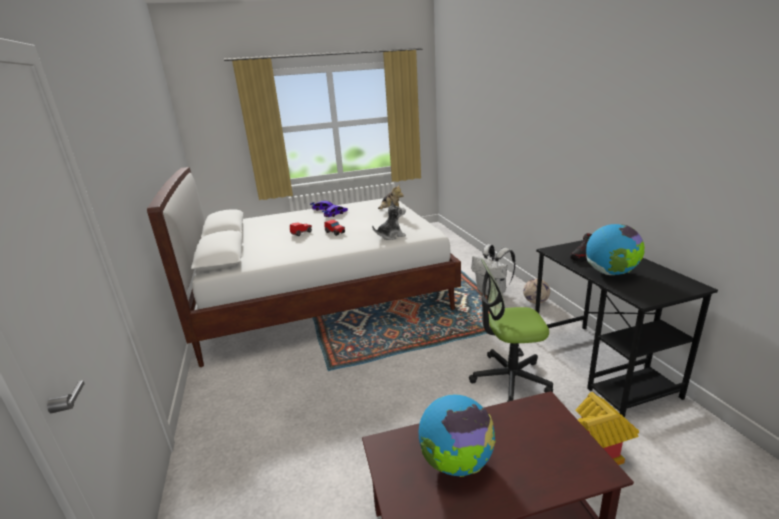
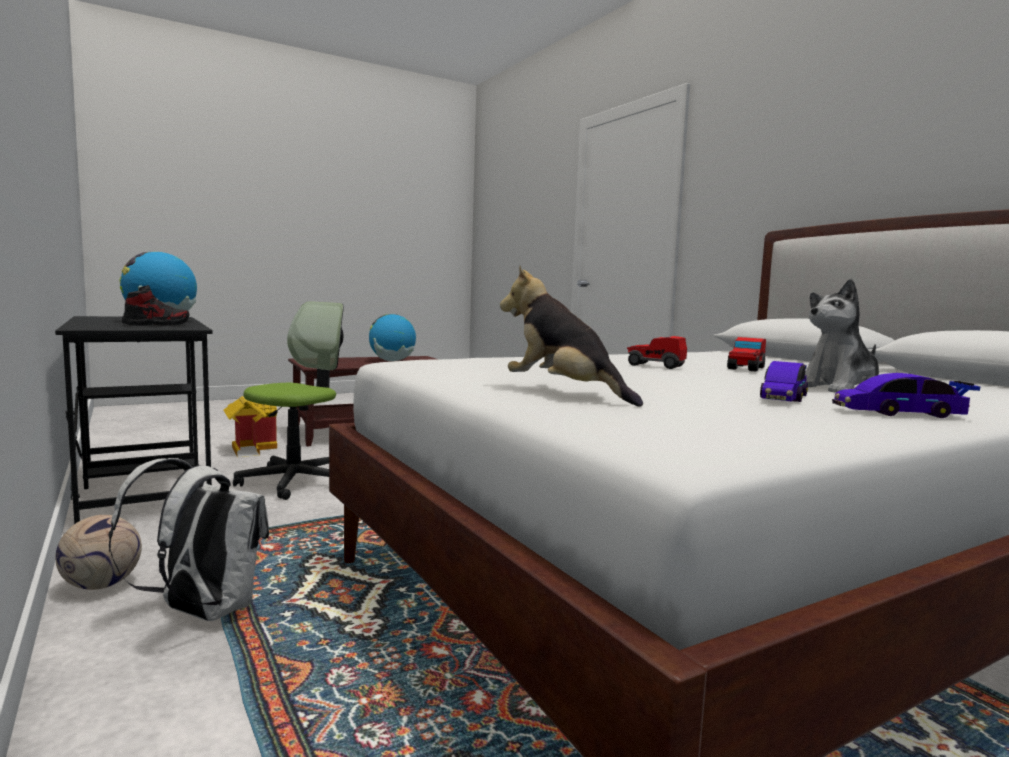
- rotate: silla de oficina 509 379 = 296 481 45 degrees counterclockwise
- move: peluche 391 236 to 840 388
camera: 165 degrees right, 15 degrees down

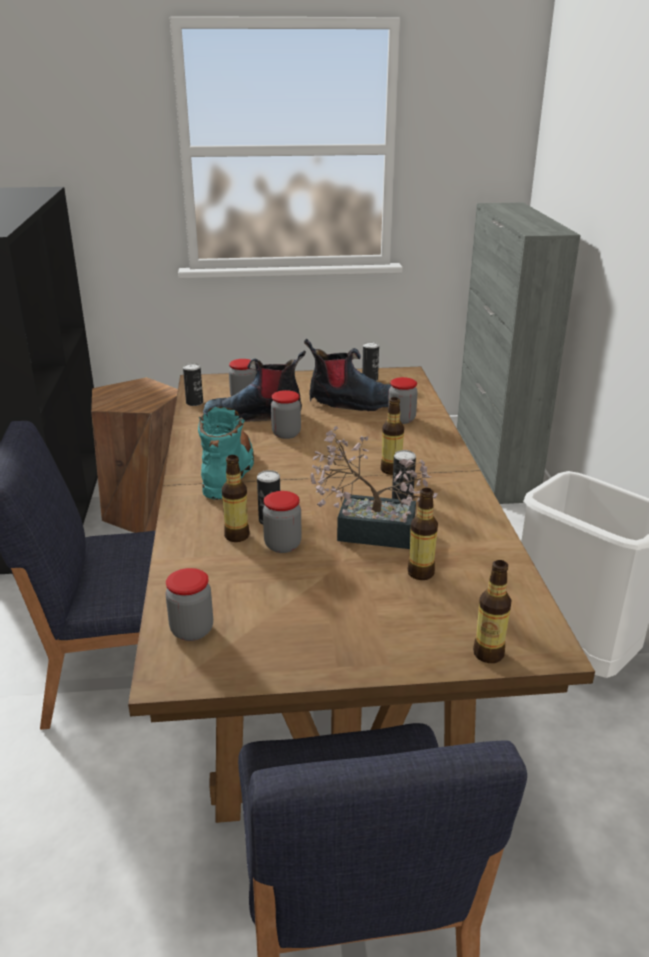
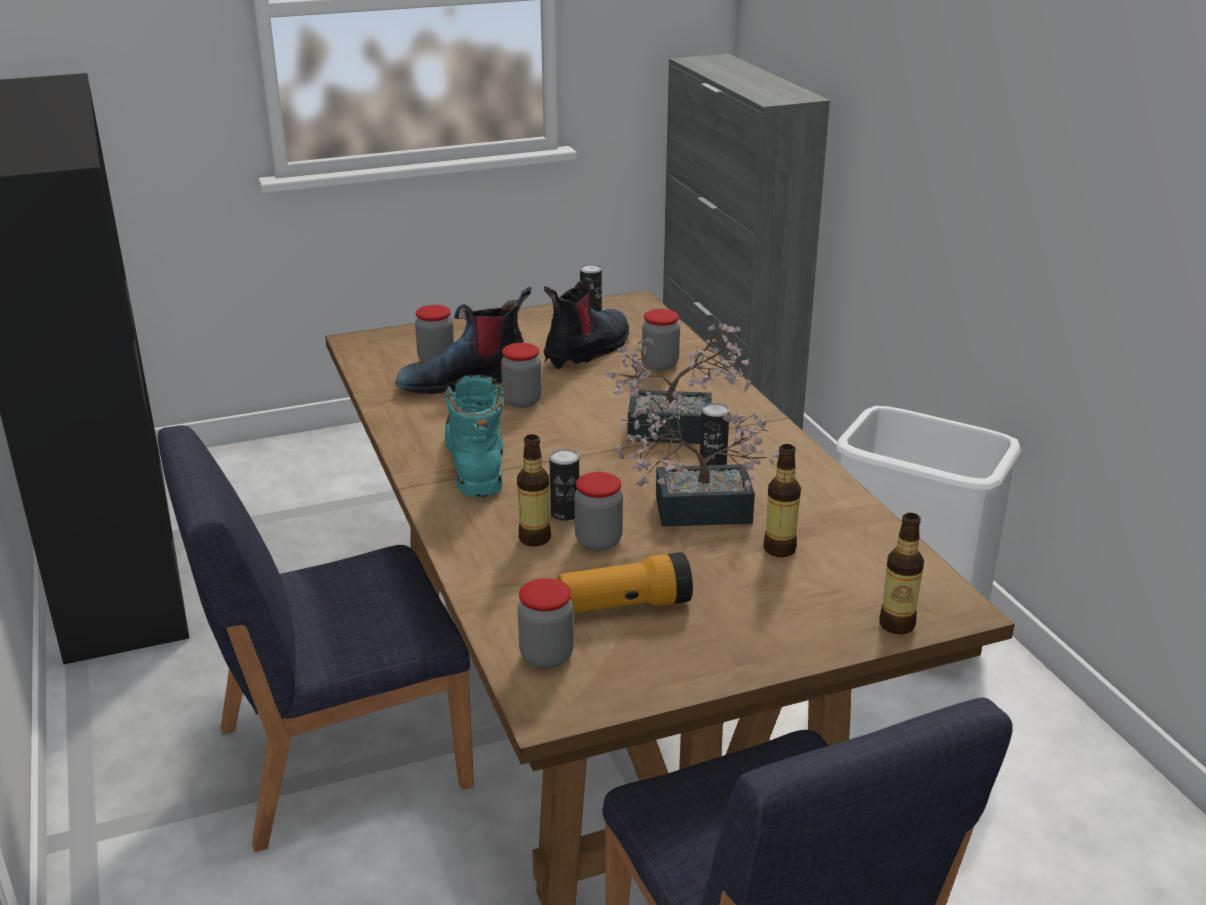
- rotate: bota 354 403 = 588 350 45 degrees counterclockwise
- insert: linterna 624 605
- replace: botella 391 470 to planta en maceta 681 431
- delete: taburete [marrón] 148 511
- delete: lata 194 403
camera: 15 degrees left, 0 degrees up

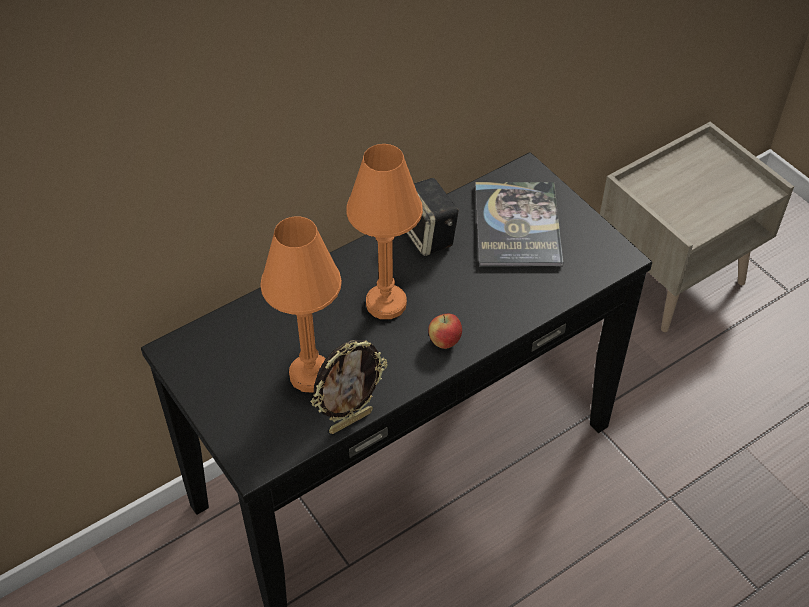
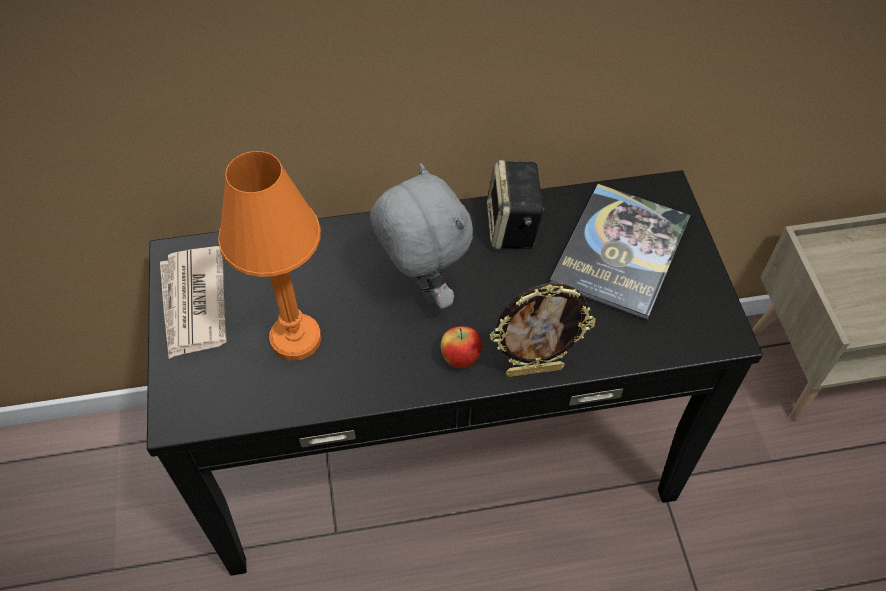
- insert: periódico 193 304
- replace: lámpara de mesa [naranja] 386 303 to peluche [gris] 422 288
- move: portarretratos 350 421 to 534 369
camera: 25 degrees right, 5 degrees up

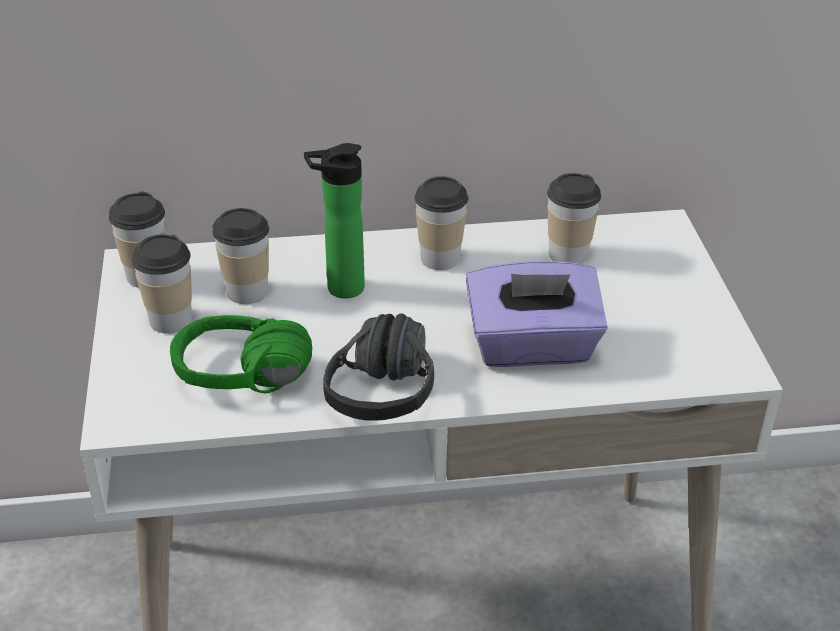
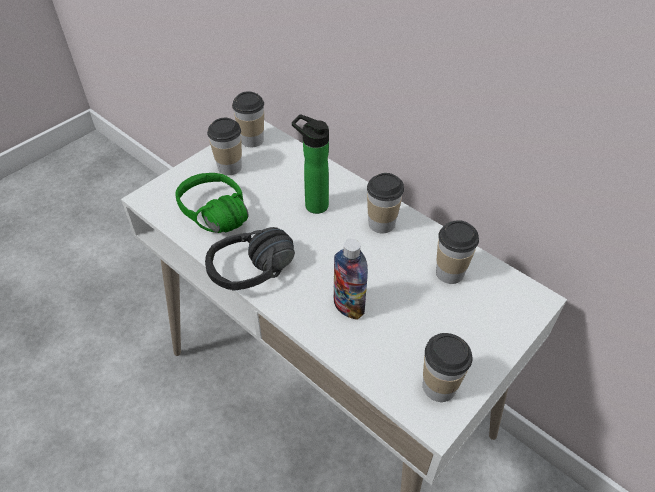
- replace: caja de pañuelos [morado] 532 347 to botella 348 307
- move: taza 247 291 to 439 386
camera: 50 degrees right, 10 degrees up

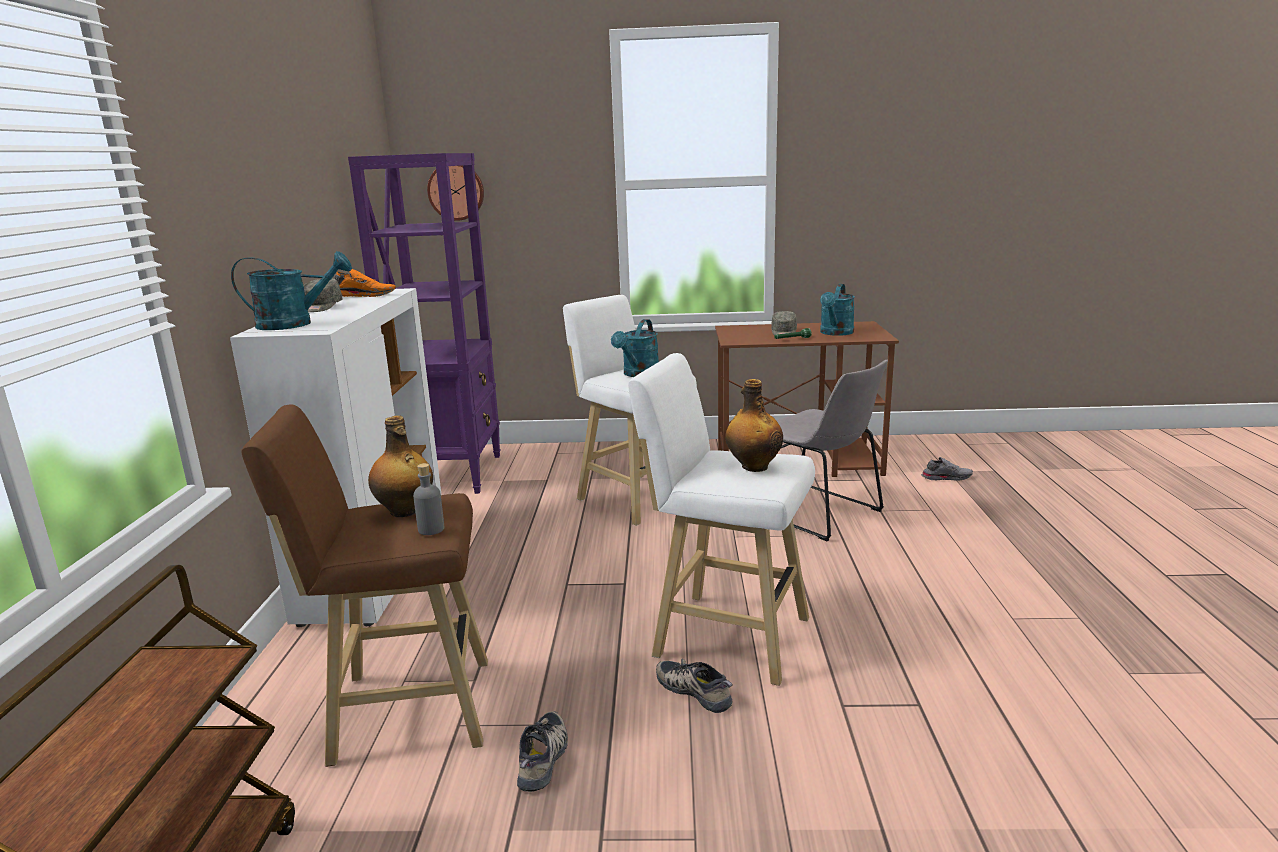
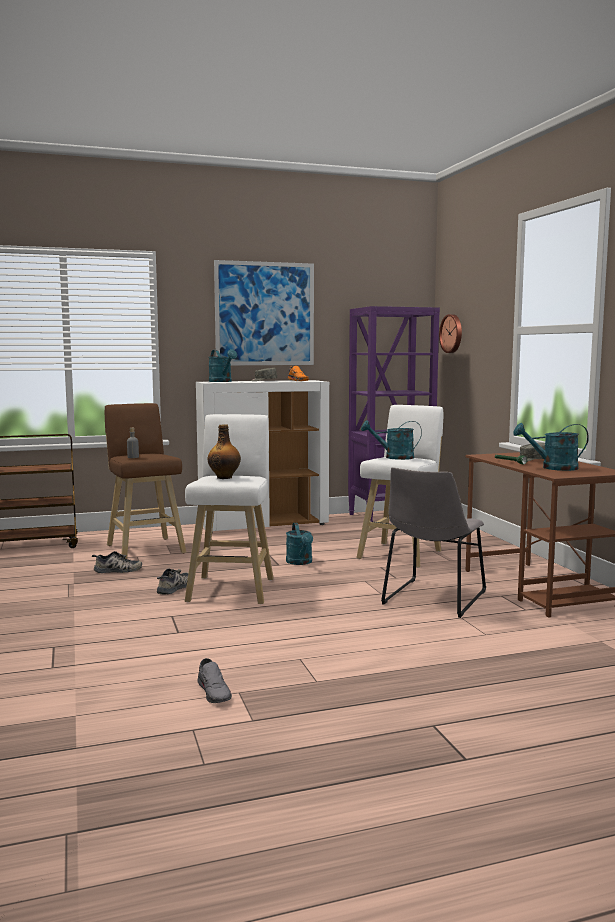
- move: zapato [gris] 946 477 to 215 692
- insert: cuadro 265 314
- insert: regadera [turquesa] 300 562
- delete: botella 405 511
camera: 70 degrees right, 10 degrees down

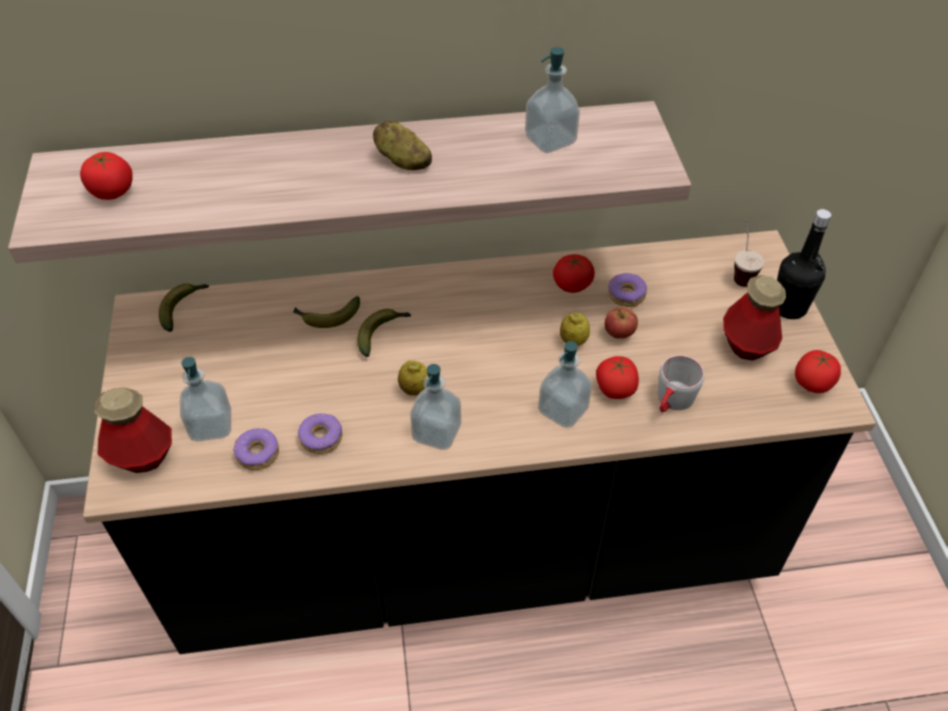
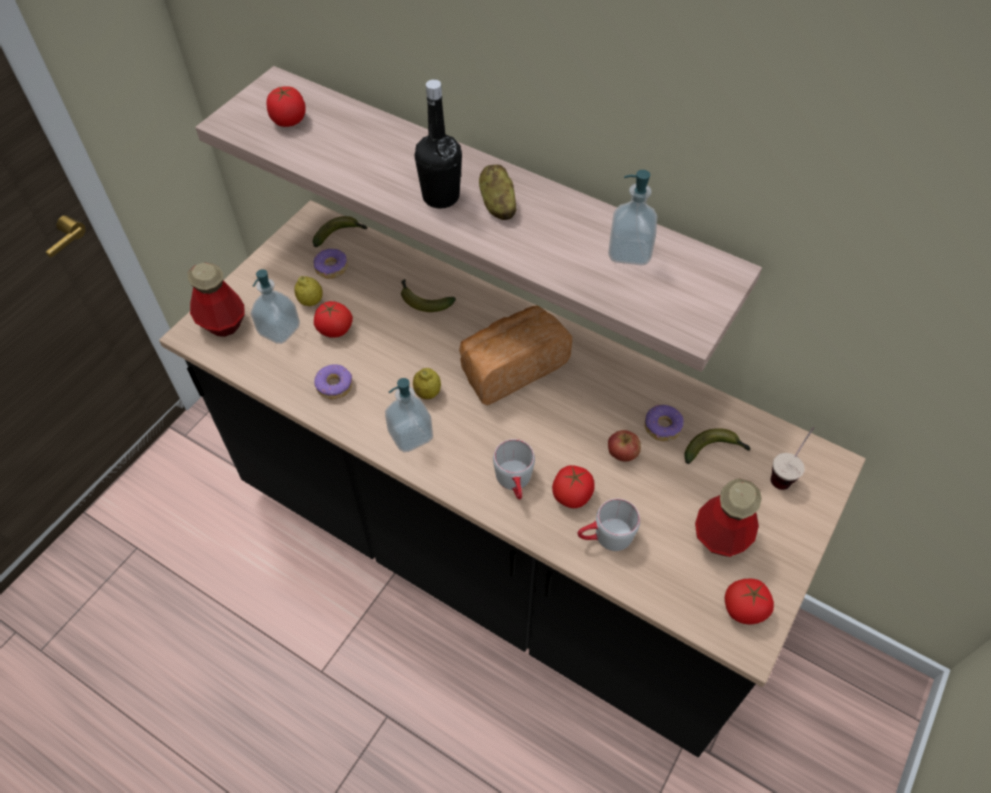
- move: limón 573 341 to 311 301
- move: rosquilla 258 454 to 331 268
- move: tomate 572 285 to 335 329
- move: botella [negro] 789 307 to 441 197
- insert: pan 511 367
- replace: dispensador de jabón 563 410 to taza grande [gris] 515 483
- move: plátano 382 333 to 715 450
camera: 40 degrees right, 5 degrees up

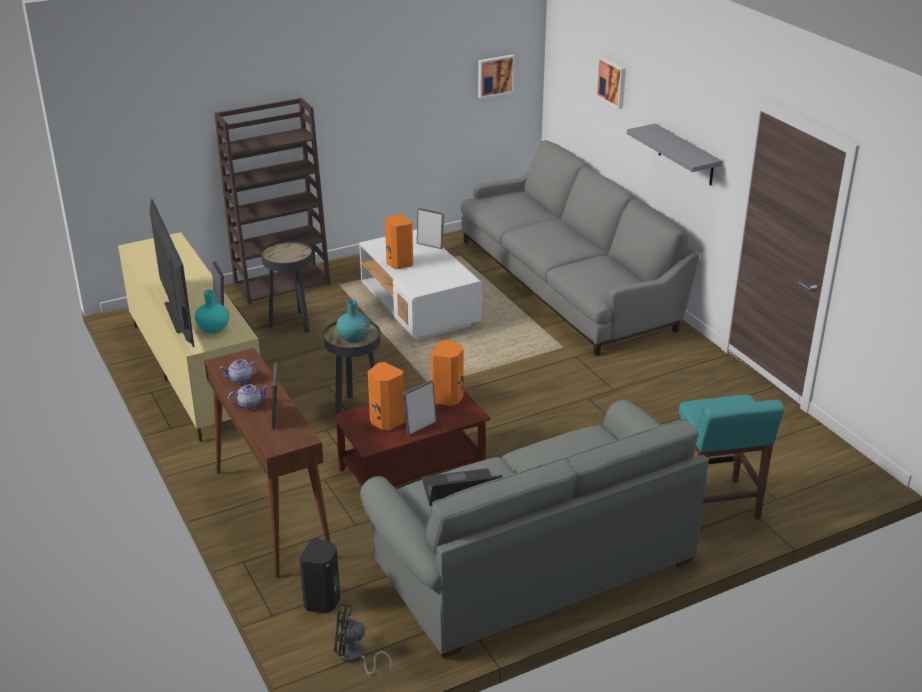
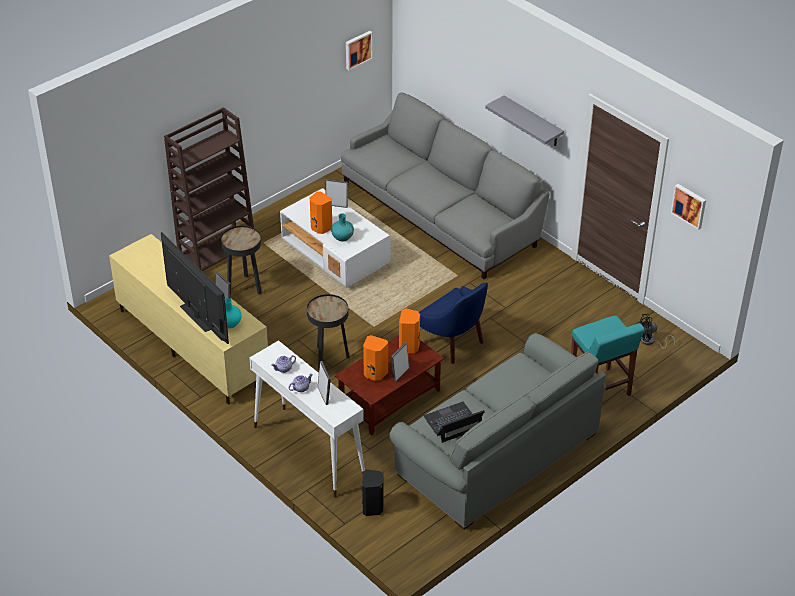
- recolor: mesa consola [marrón] 271 513 to mesa consola [blanco] 308 451
- move: florero [turquesa] 353 338 to 342 237
- insert: sillón [azul] 452 342
- move: ventilador [negro] 355 657 to 650 341
- move: cuadro 612 82 to 689 205
camera: 15 degrees left, 10 degrees up

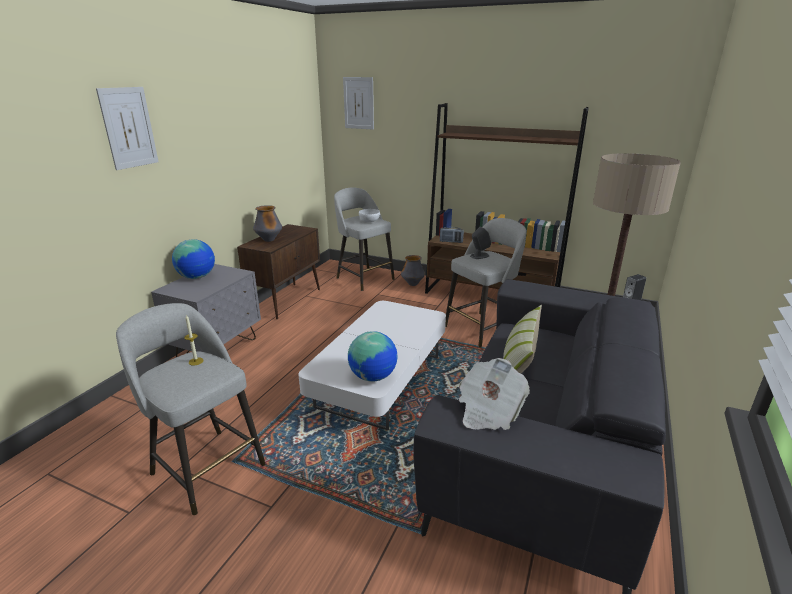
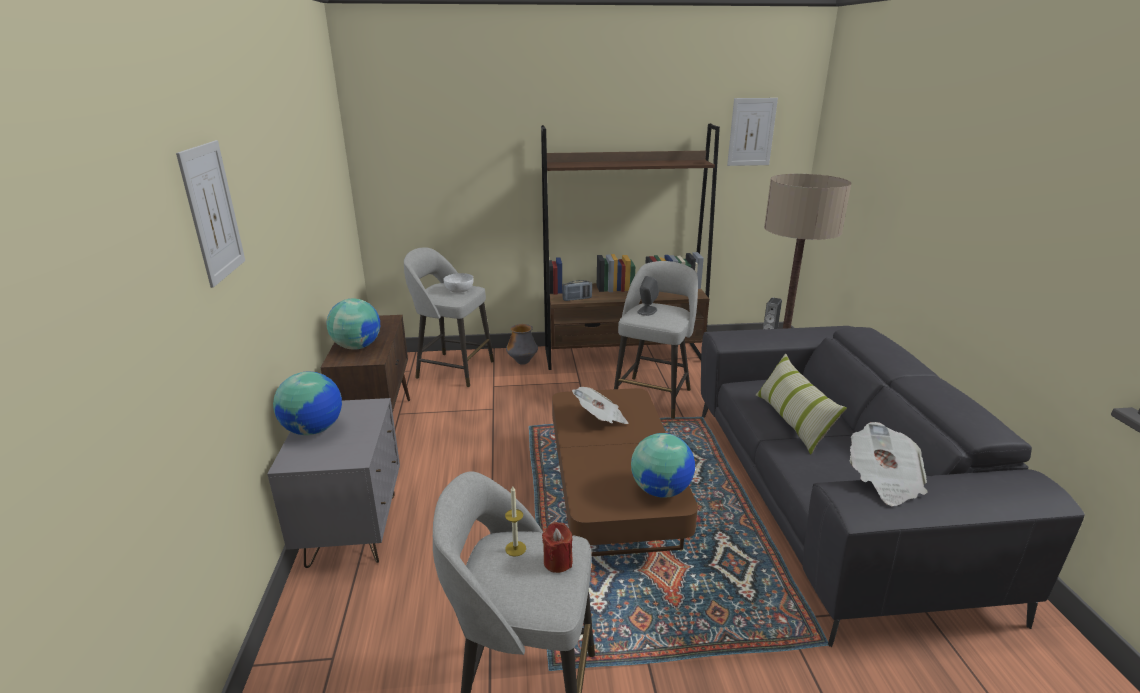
- replace: florero 269 240 to globo terráqueo 357 346
- insert: vela [rojo] 558 562
- recolor: mesa de centro [blanco] 380 381 to mesa de centro [marrón] 613 495
- insert: periódico 600 419
- move: cuadro 358 103 to 751 132
camera: 30 degrees left, 0 degrees up

